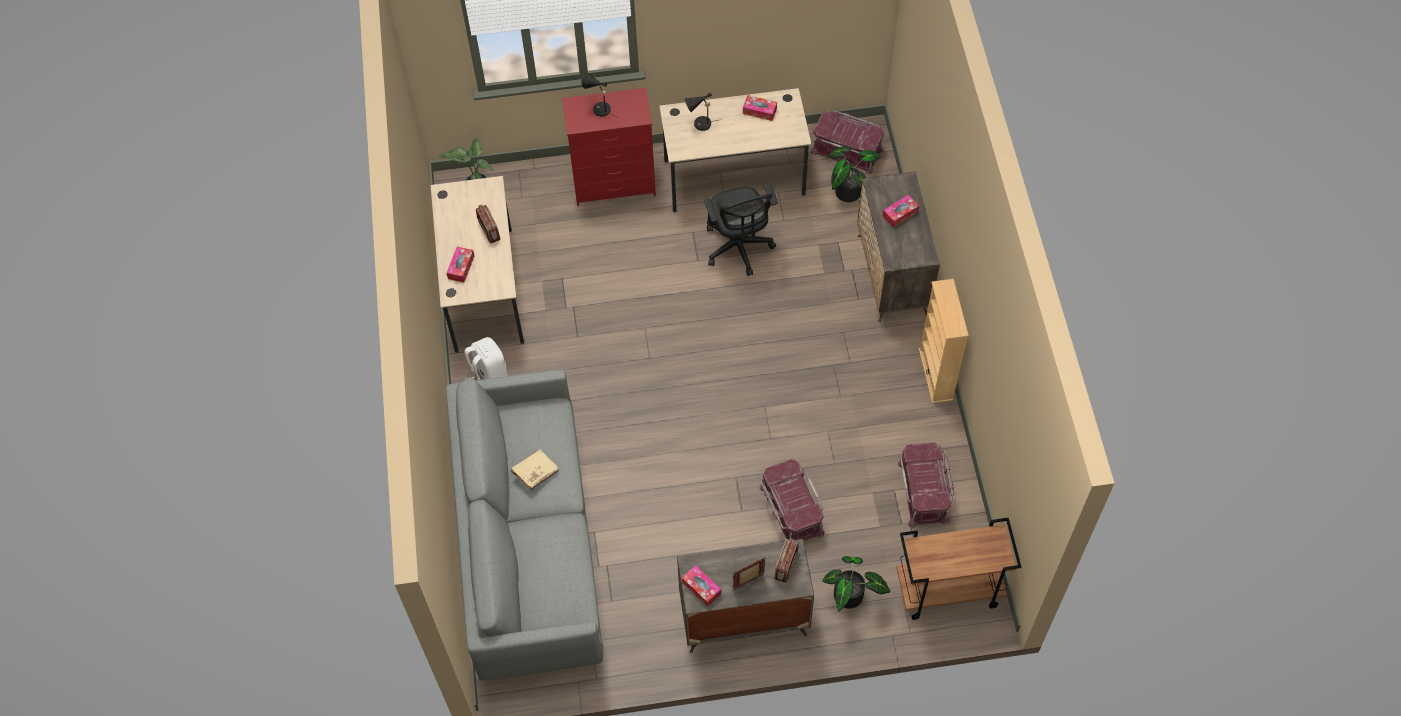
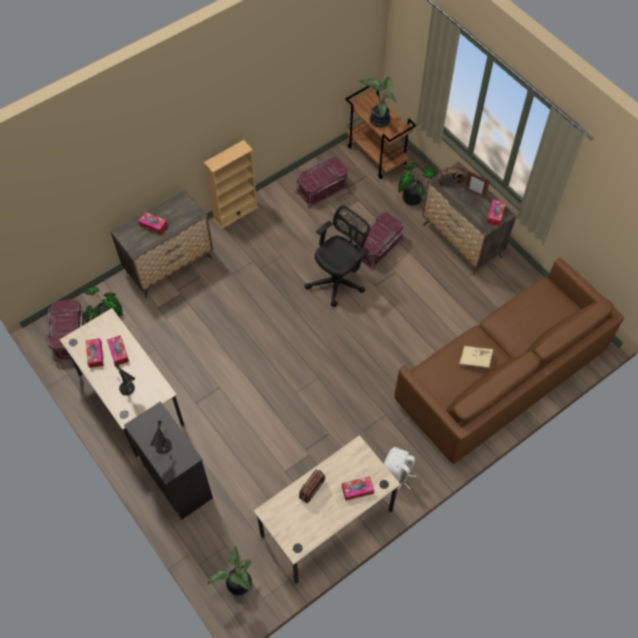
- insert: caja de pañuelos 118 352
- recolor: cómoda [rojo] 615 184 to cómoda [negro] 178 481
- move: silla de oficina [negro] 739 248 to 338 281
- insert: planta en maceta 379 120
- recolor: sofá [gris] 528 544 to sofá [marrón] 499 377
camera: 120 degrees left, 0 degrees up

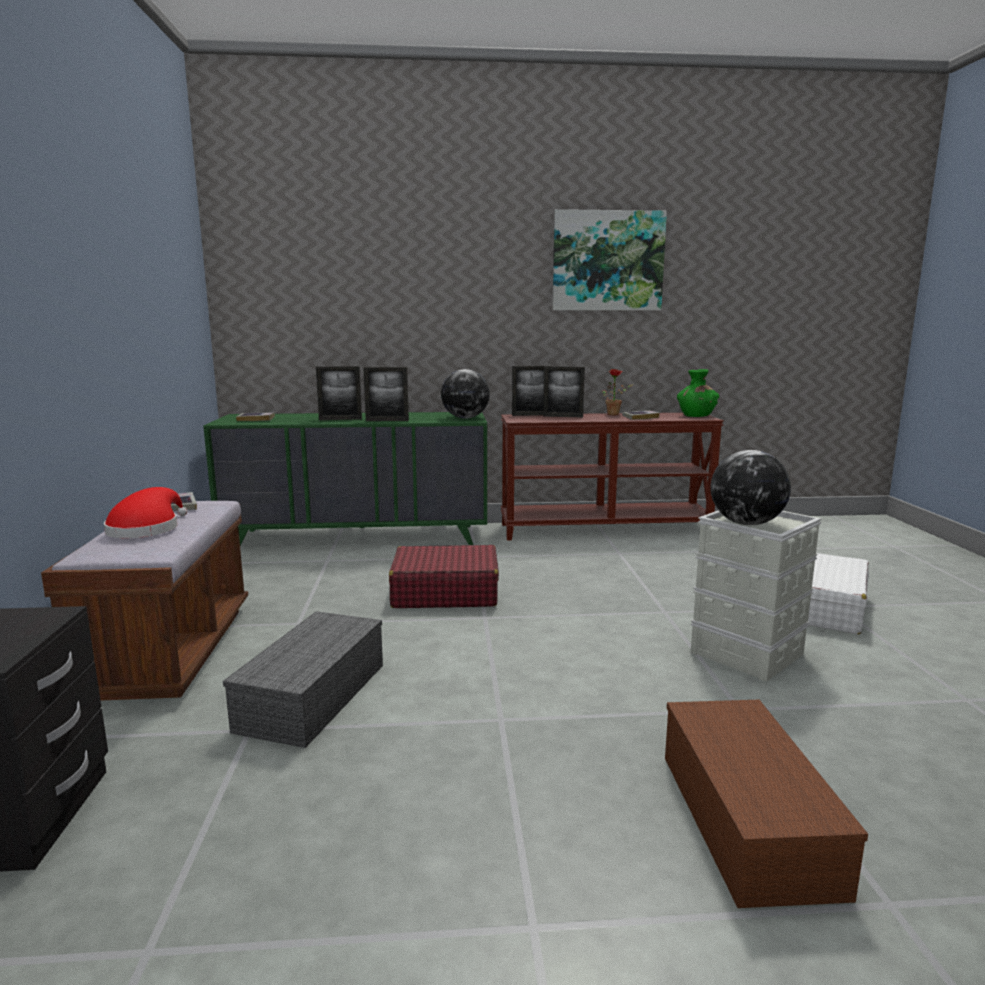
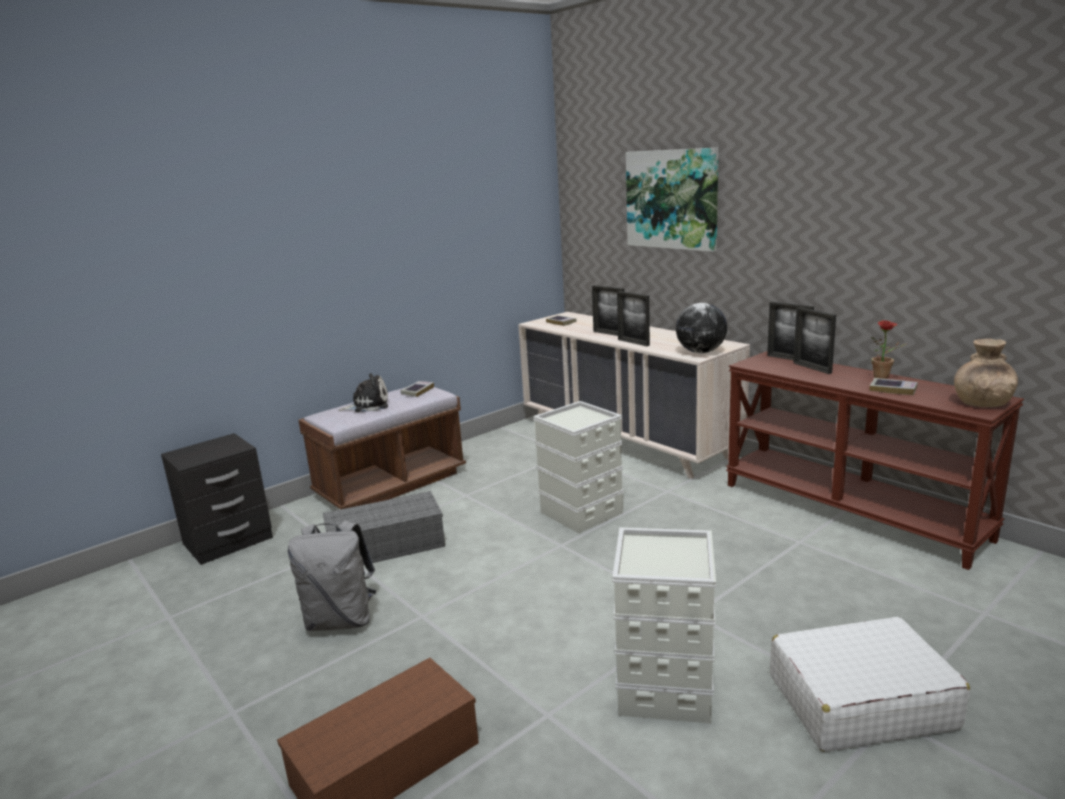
- insert: mochila [gris] 341 620
- replace: sombrero [rojo] 147 529 to peluche 368 405
- recolor: cómoda [verde] 358 537 to cómoda [beis] 626 439
- replace: maleta [rojo] 445 592 to caja de almacenaje [gris] 580 512
- move: cuadro 607 261 to 672 199
- recolor: florero [verde] 696 416 to florero [marrón] 982 403
- delete: globo terráqueo 746 523
camera: 55 degrees right, 5 degrees up

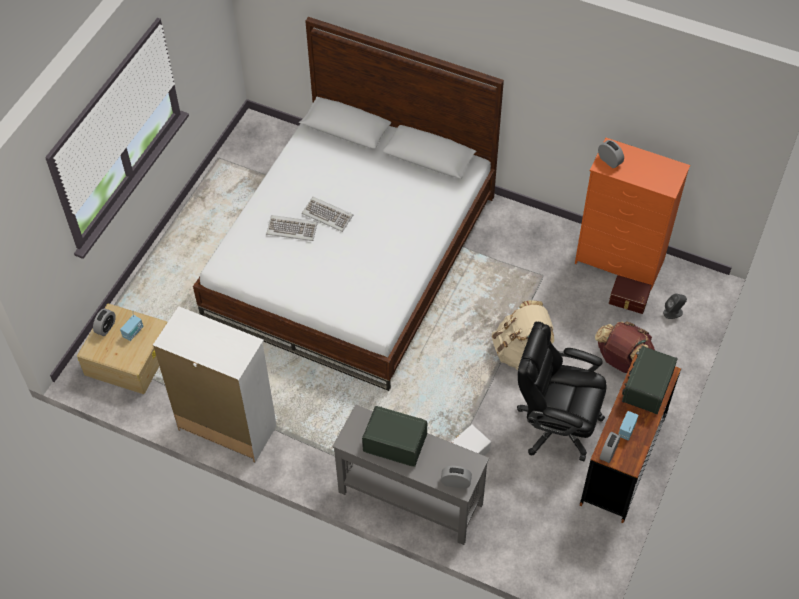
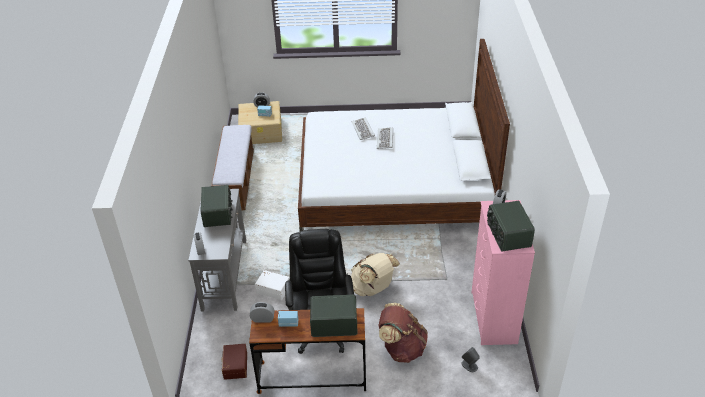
- replace: cómoda [blanco] 227 427 to banco 236 181
- move: caja de almacenaje [marrón] 628 300 to 234 366
- recolor: cómoda [naranja] 620 262 to cómoda [rosa] 493 318
- insert: radio 508 235
camera: 65 degrees right, 15 degrees down

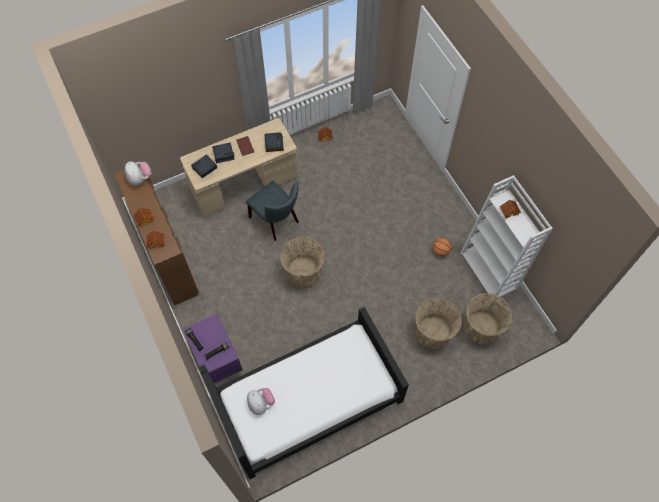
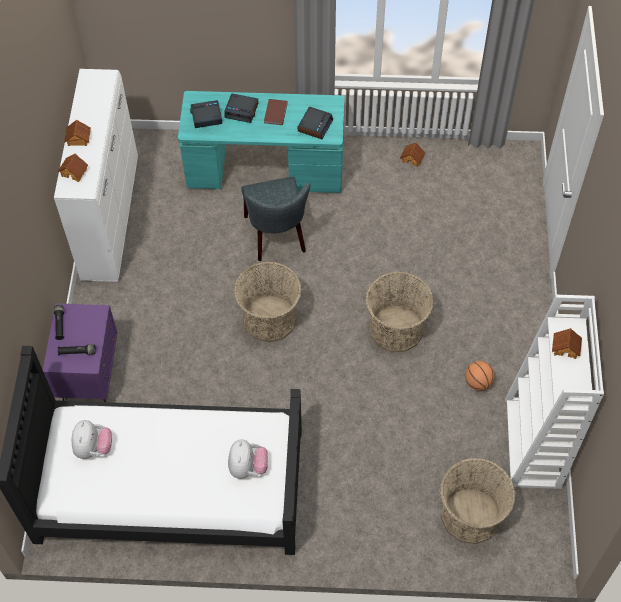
- recolor: cómoda [marrón] 168 257 to cómoda [blanco] 112 218
- recolor: escritorio [beis] 244 184 to escritorio [turquesa] 265 171
- move: peluche 140 179 to 247 467
- move: cesta 433 332 to 396 329
camera: 30 degrees right, 5 degrees down

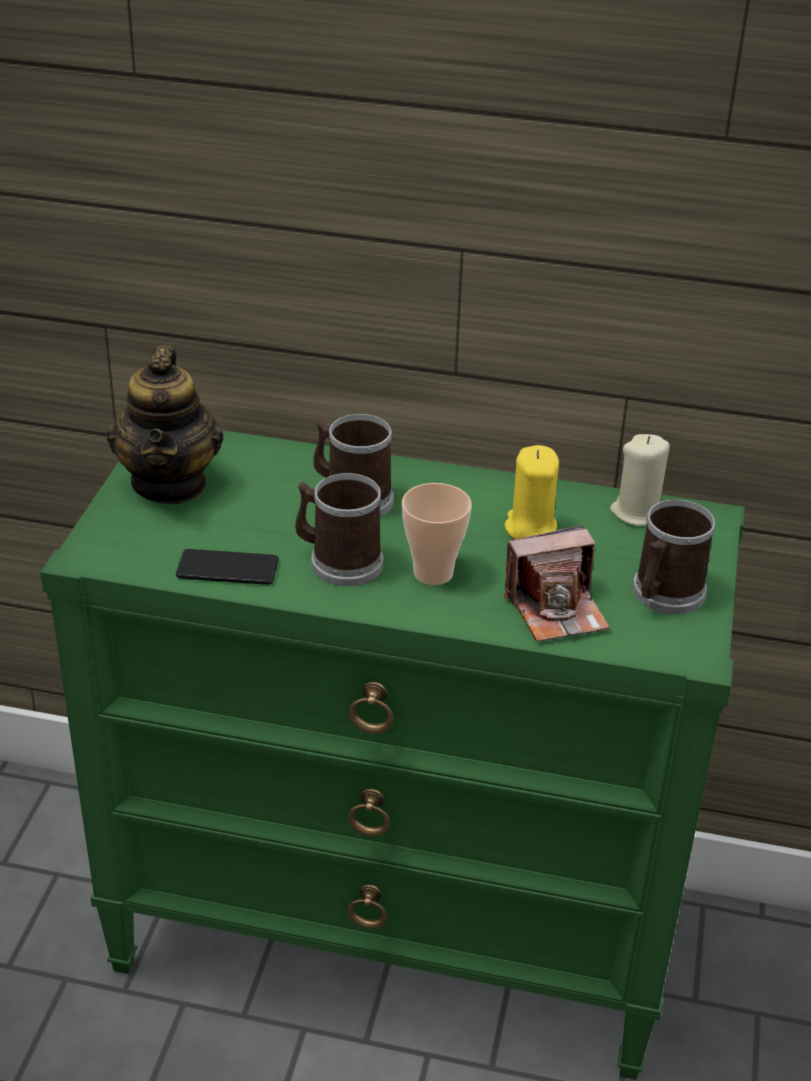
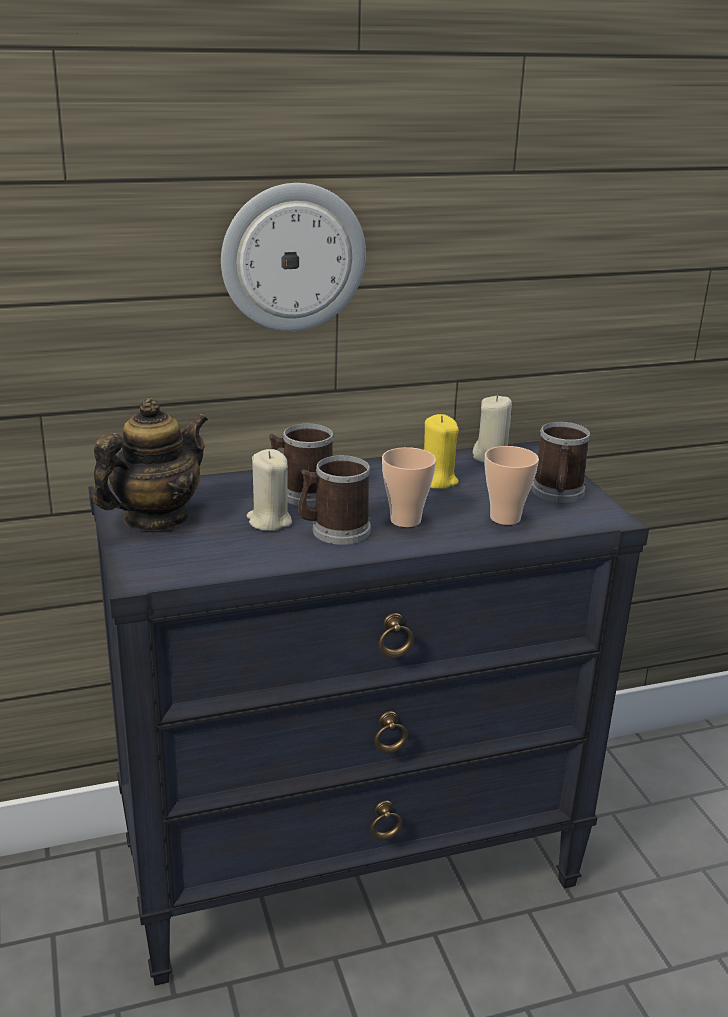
- recolor: cómoda [verde] 396 934 to cómoda [negro] 352 864
- rotate: tetera 170 483 = 155 518 105 degrees counterclockwise
- insert: reloj de pared 293 257
- insert: vela [beis] 269 521
- replace: cámara 556 609 to taza 505 518
- delete: móvil 227 568
camera: 30 degrees left, 10 degrees down

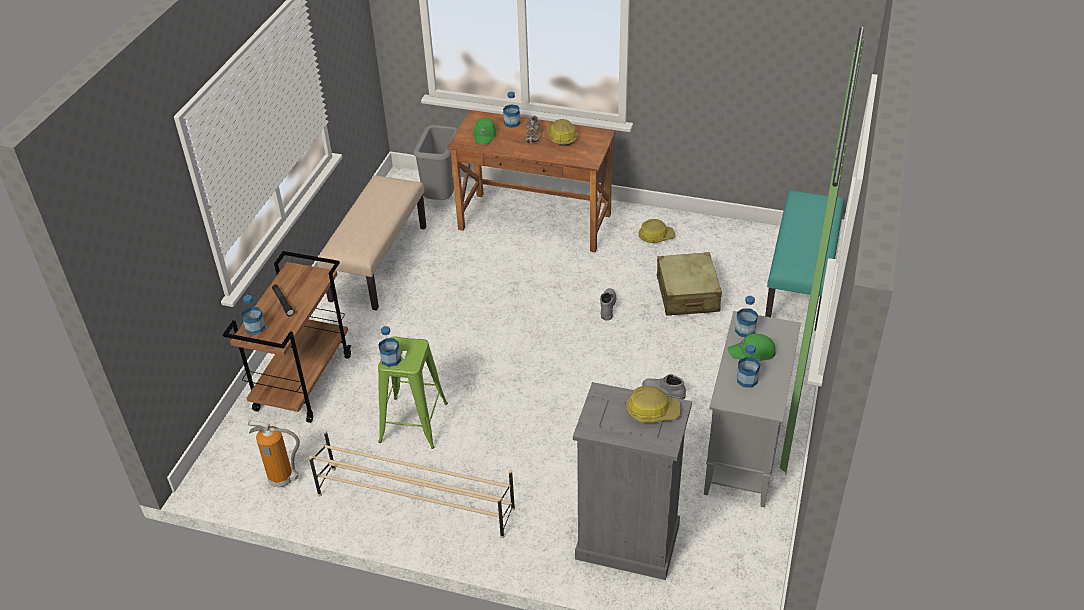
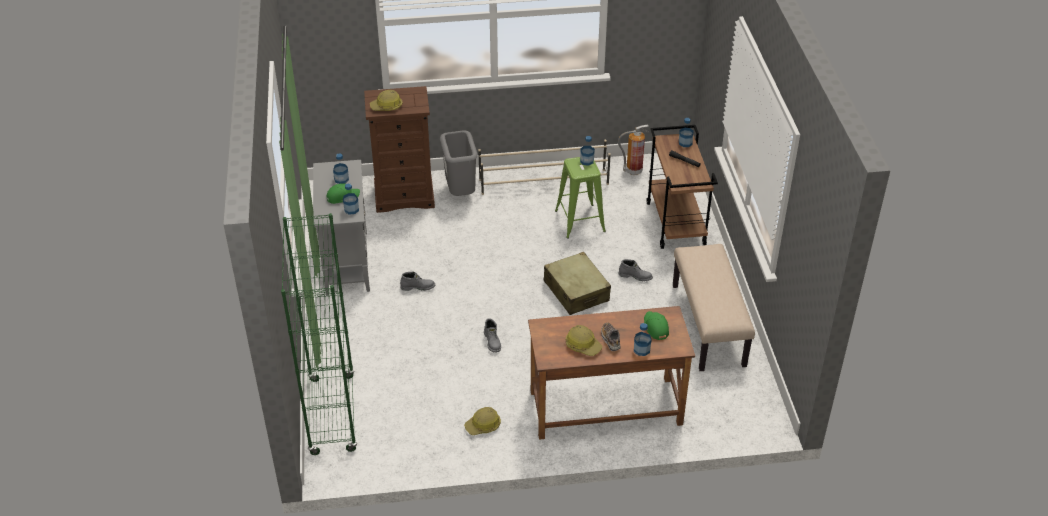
- replace: banco [turquesa] 801 282 to estantería [verde] 332 415
- recolor: cómoda [gris] 627 542 to cómoda [marrón] 404 196
- move: papelera [gris] 442 197 to 461 193
- move: maleta [beis] 687 294 to 576 291
- insert: bota [gris] 635 276
camera: 155 degrees right, 0 degrees up

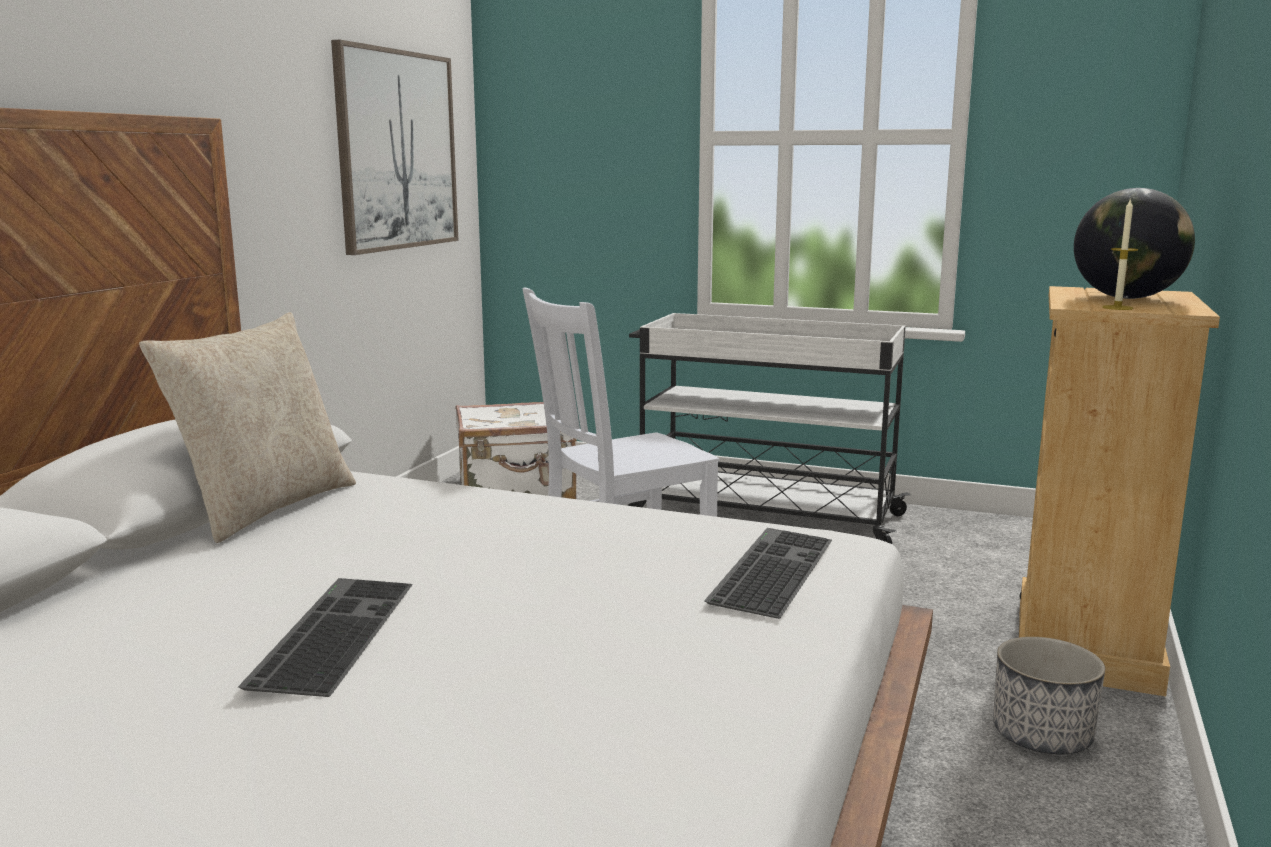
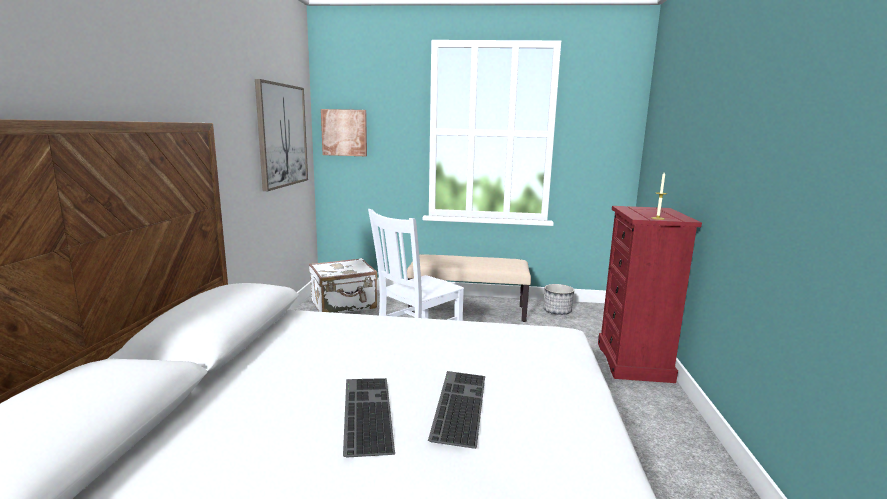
- insert: cuadro 344 132
- replace: carrito [blanco] 763 516 to banco [beis] 468 310
- move: teclado 769 569 to 457 405
- move: maceta 1042 735 to 557 311
- recolor: cómoda [beis] 1086 645 to cómoda [rojo] 634 362
- delete: cojín [beis] 265 508
- delete: globo terráqueo 1126 298
camera: 15 degrees left, 0 degrees up

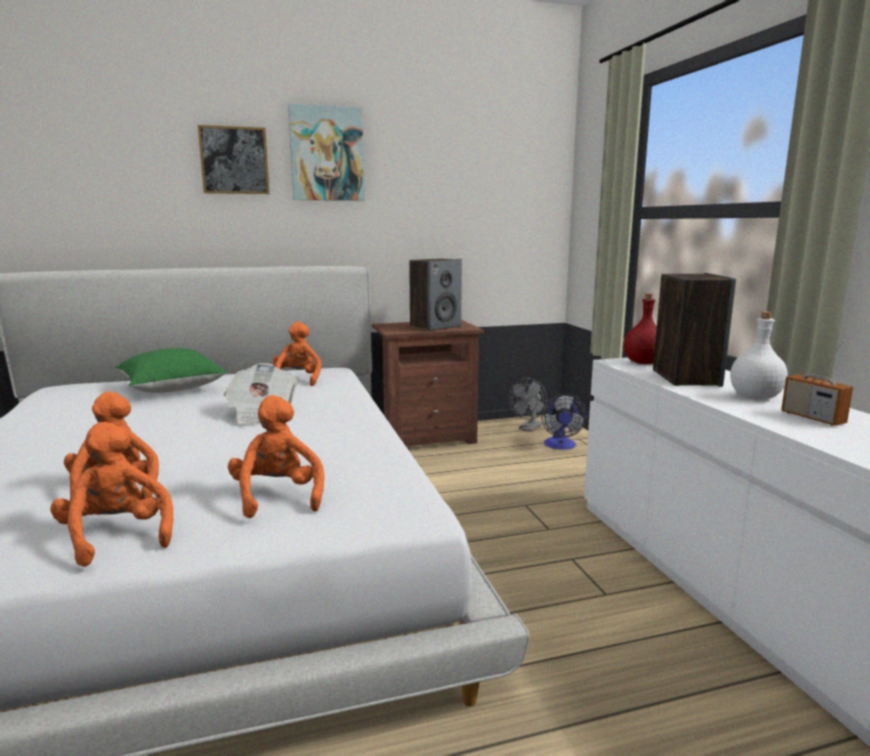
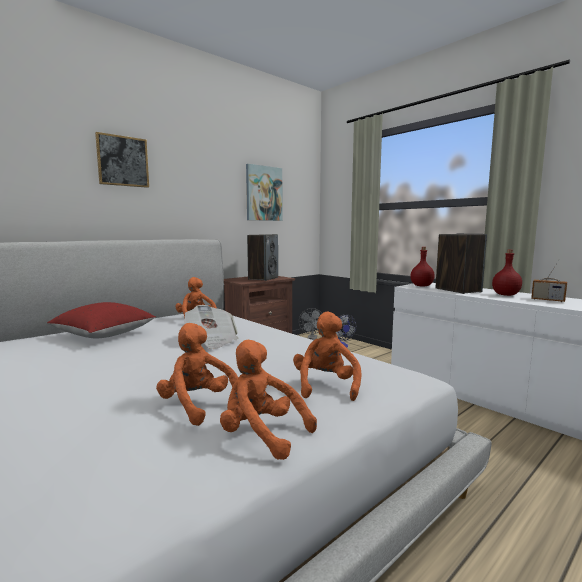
- recolor: cojín [verde] 172 389 to cojín [rojo] 104 335
- move: cuadro 327 154 to 263 193
- rotate: peluche [naranja] 278 497 = 326 386 45 degrees clockwise
- recolor: botella [blanco] 754 397 to botella [rojo] 505 295
camera: 25 degrees left, 5 degrees down

